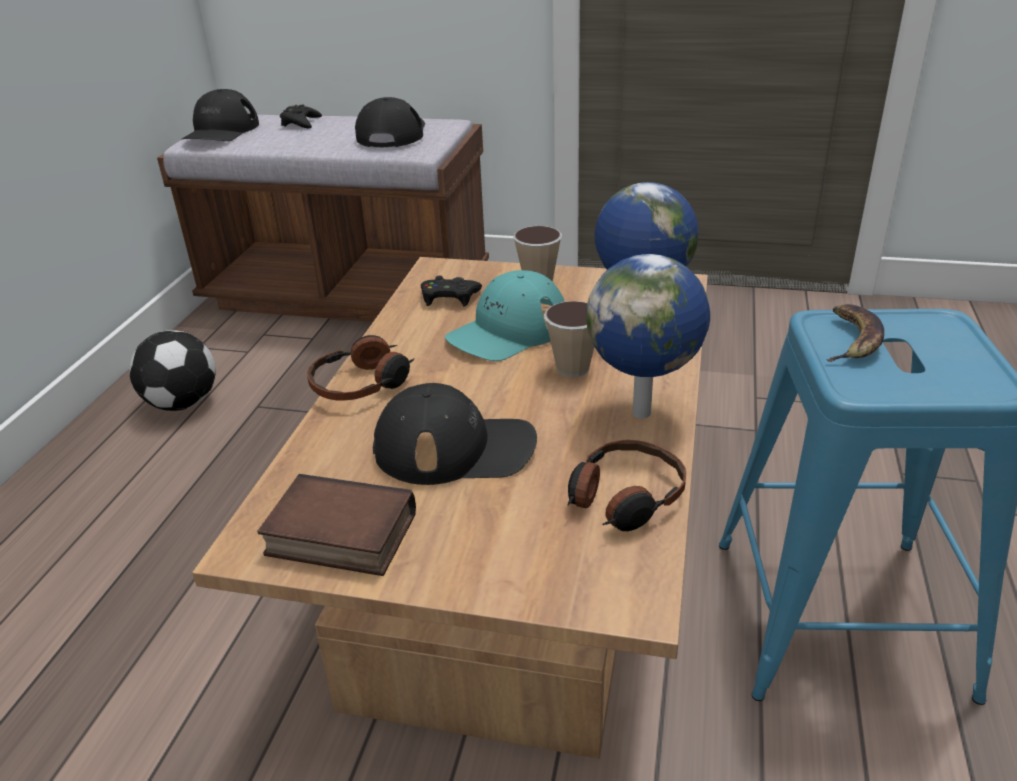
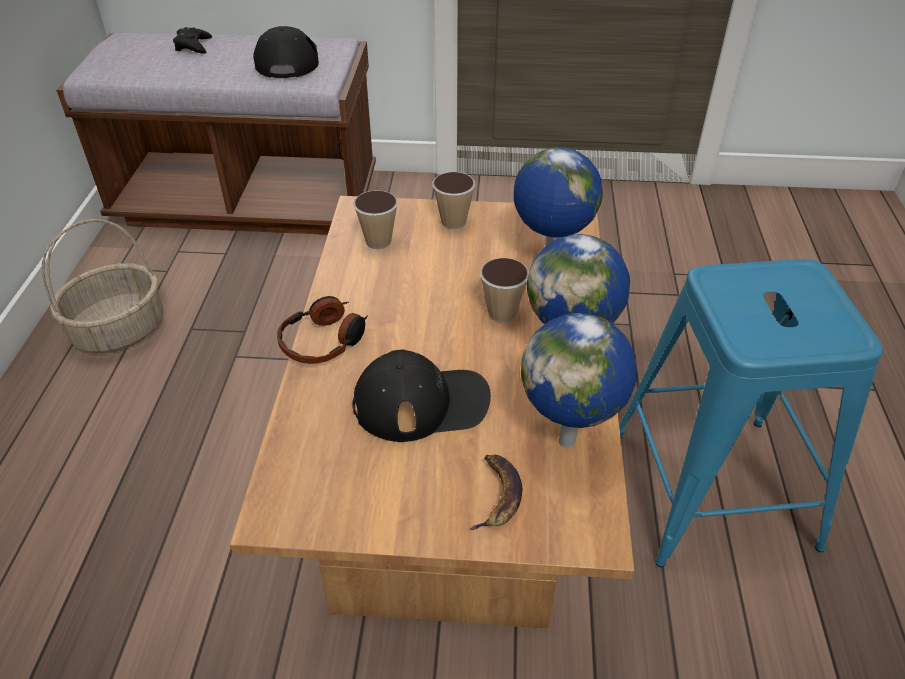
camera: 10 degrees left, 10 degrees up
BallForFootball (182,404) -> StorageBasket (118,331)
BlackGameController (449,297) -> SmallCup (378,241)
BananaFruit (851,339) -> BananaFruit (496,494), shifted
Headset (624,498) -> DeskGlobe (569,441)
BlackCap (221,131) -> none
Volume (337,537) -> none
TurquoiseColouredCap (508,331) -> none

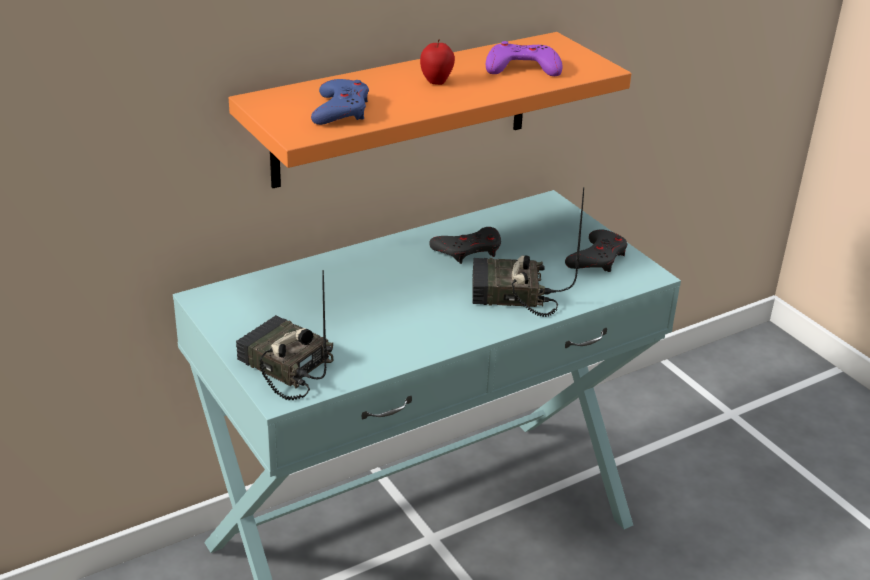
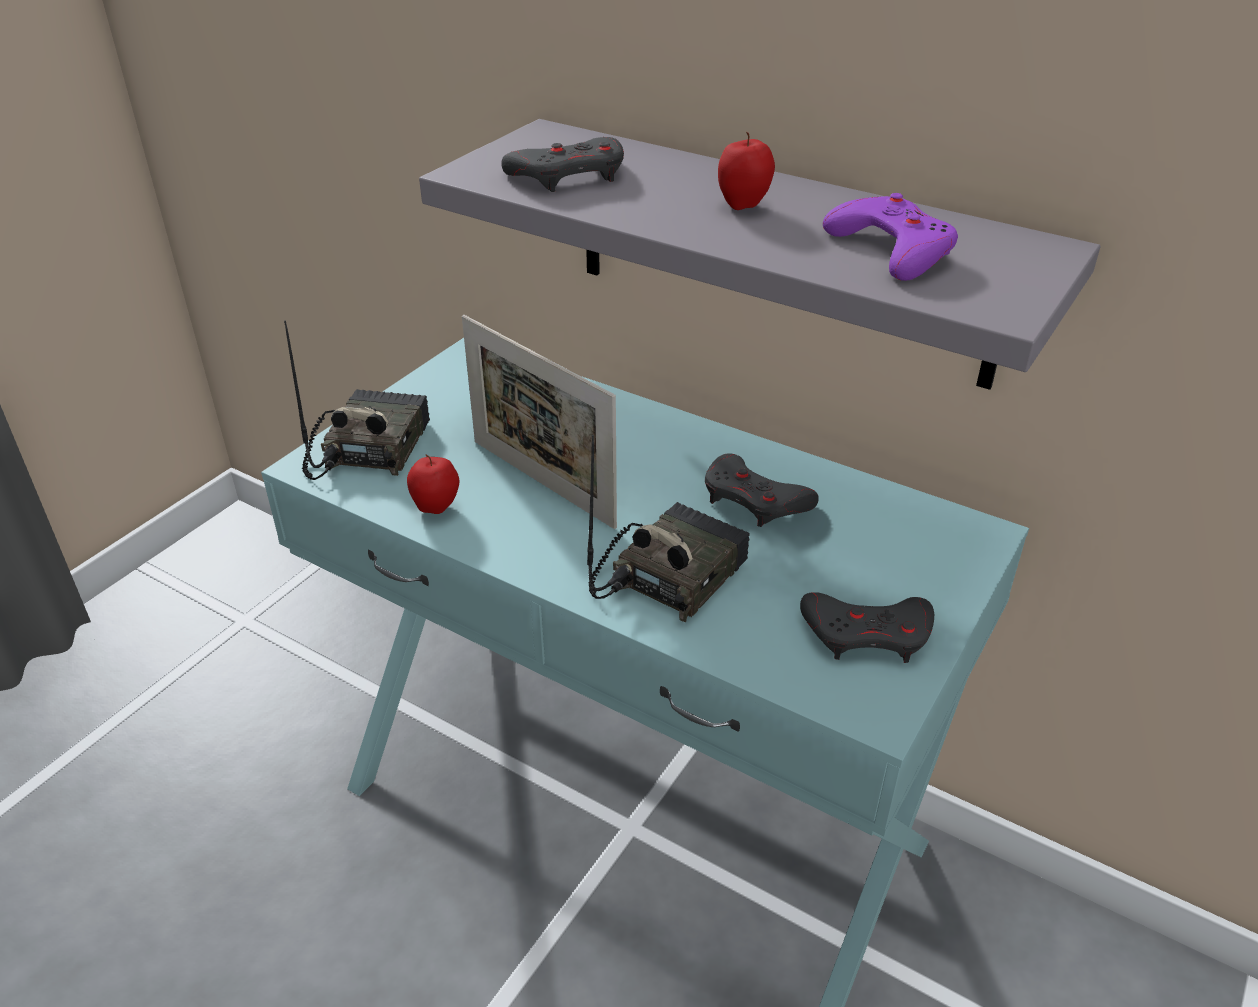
camera: 65 degrees right, 5 degrees up
none -> AppleFruit (436,508)
OrangeShelf (403,109) -> GreyishShelf (780,252)
none -> PhotoFrame (542,483)
BlueColouredGameController (341,110) -> GreyishGameController (569,175)
RadioReceiver (510,296) -> RadioReceiver (667,574), 60 degrees clockwise

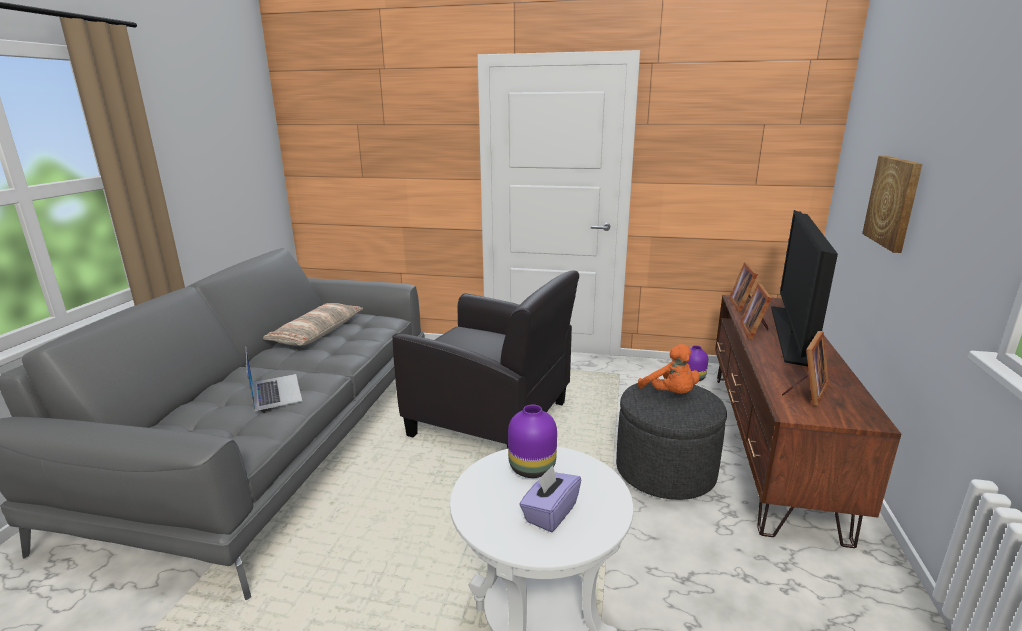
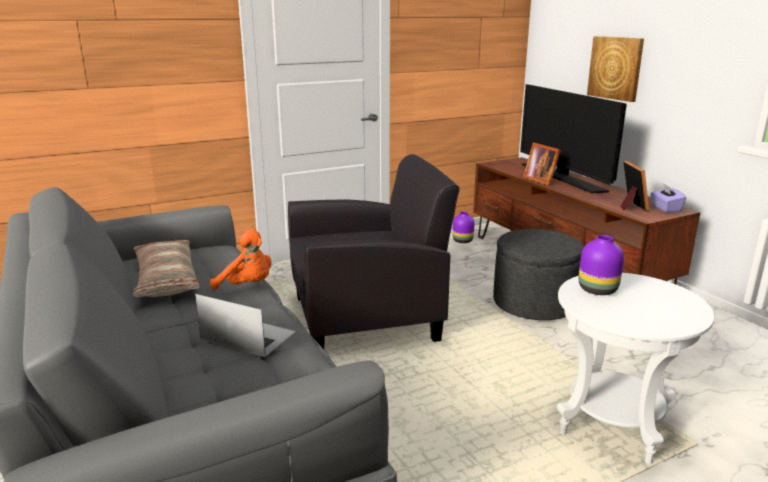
camera: 40 degrees left, 0 degrees up
OrangePlushToy (670,394) -> OrangePlushToy (247,286), shifted
PurpleBoxOfTissues (550,513) -> PurpleBoxOfTissues (665,208), shifted
PhotoFrame (743,305) -> none

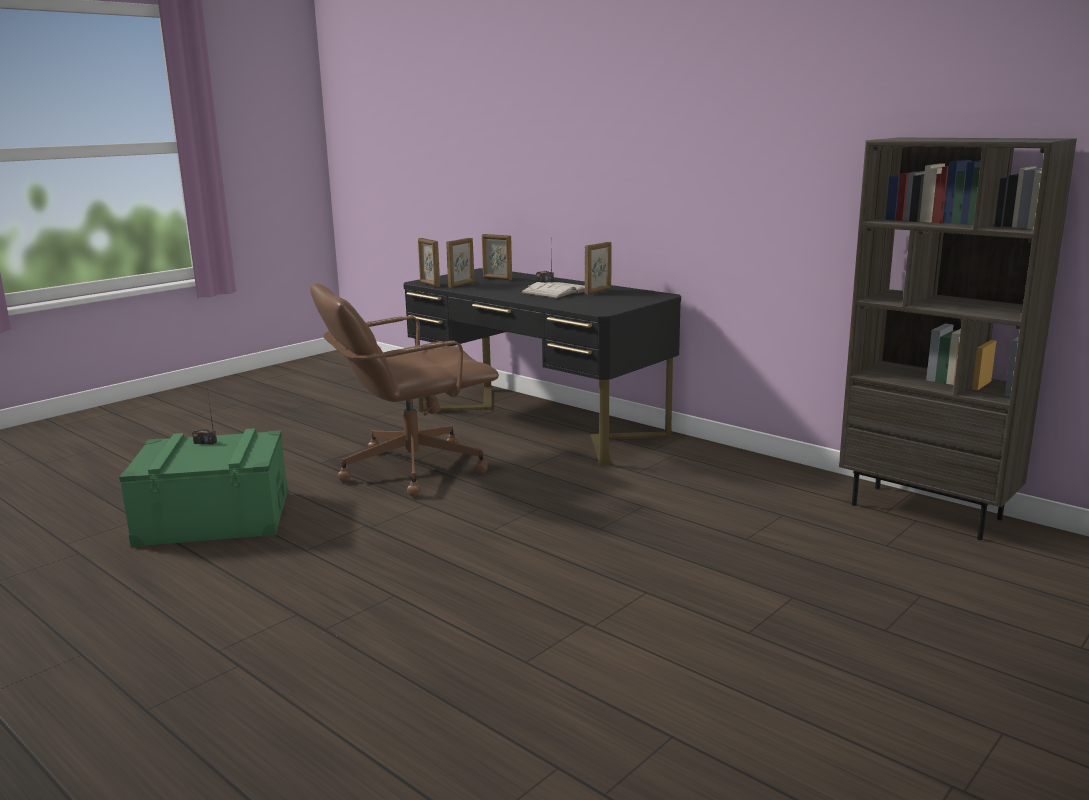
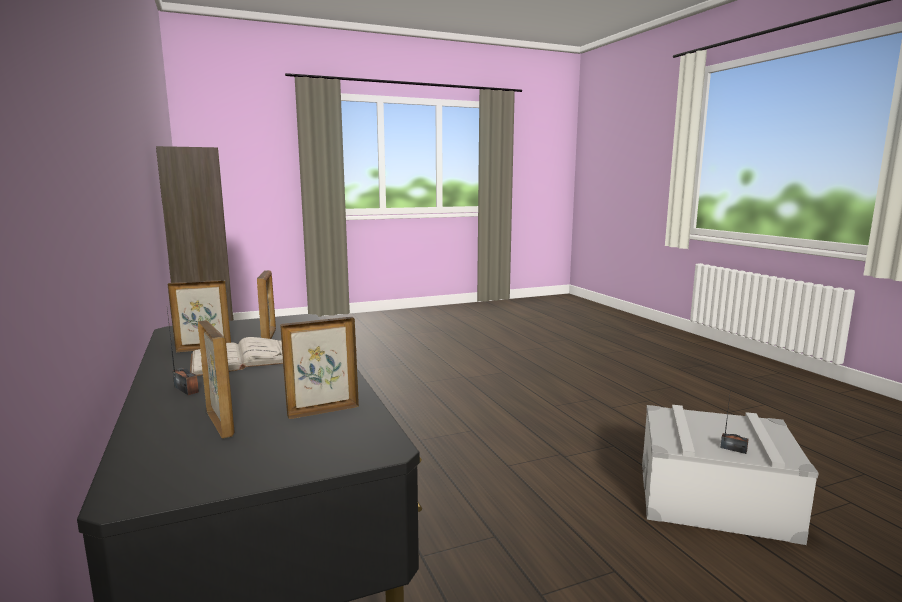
camera: 155 degrees left, 5 degrees down
PhotoFrame (429,284) -> PhotoFrame (269,337), shifted
GreenishStorageContainer (214,517) -> GreyishStorageContainer (713,499)
BrownDeskChair (410,468) -> none

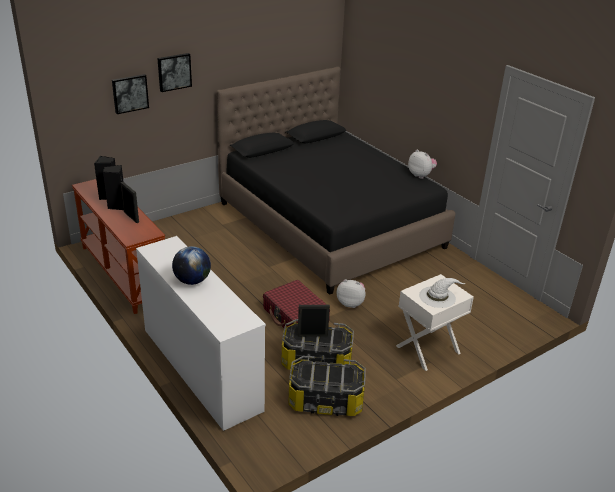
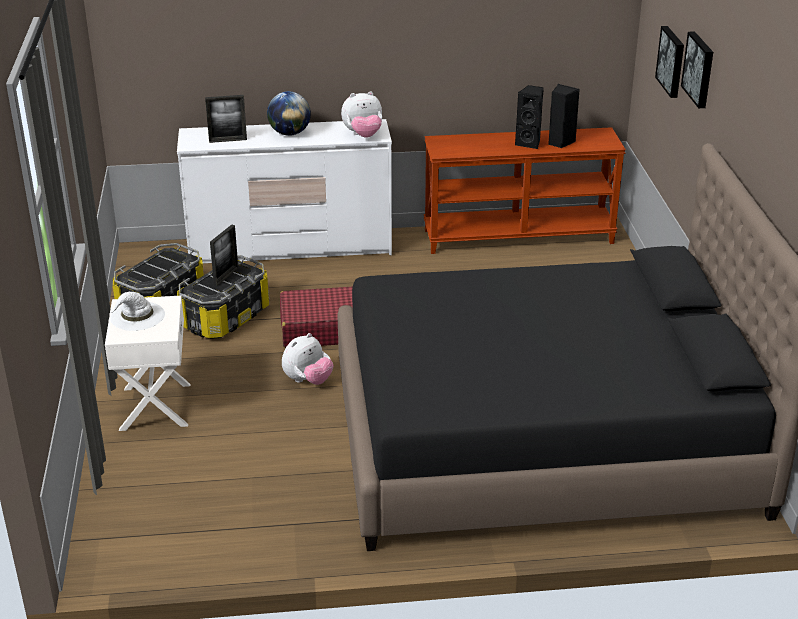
camera: 120 degrees right, 0 degrees up
PhotoFrame (131,217) -> PhotoFrame (228,140), shifted
PlushToy (421,175) -> PlushToy (363,135), shifted

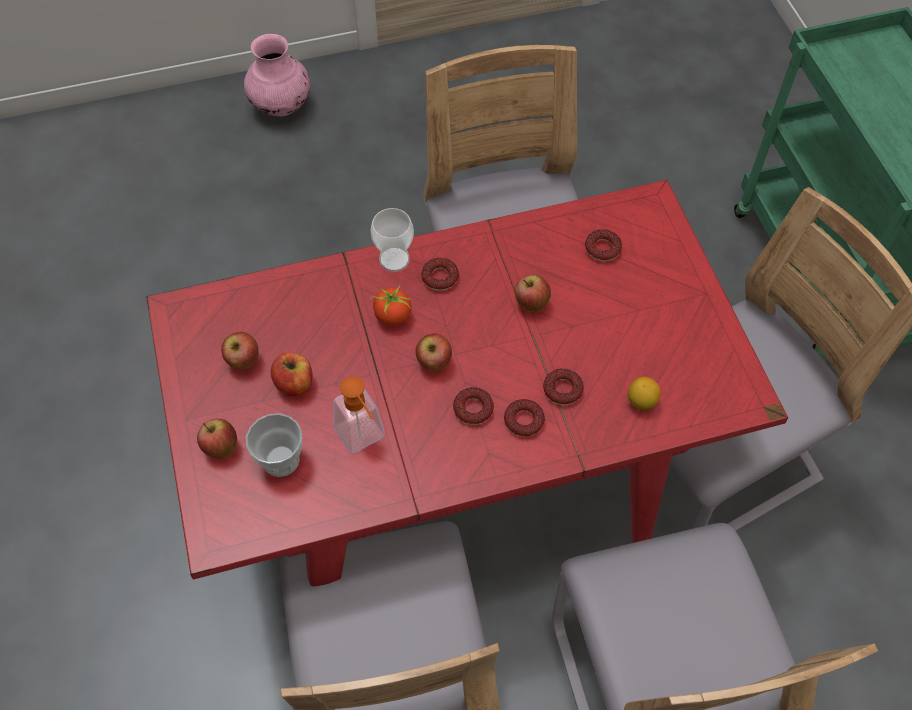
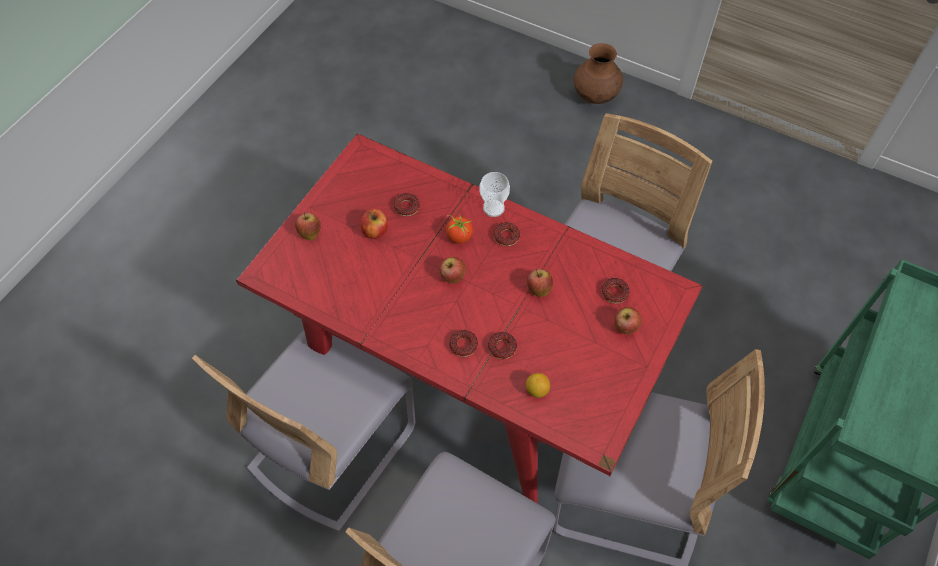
camera: 45 degrees right, 0 degrees up
Donut (473,409) -> Donut (406,207), shifted
PinkColouredDecorativeVase (281,106) -> BrownDecorativeVase (595,96)
AppleFruit (243,361) -> AppleFruit (625,327), shifted
SmallCup (281,460) -> none
SoapBottle (364,439) -> none

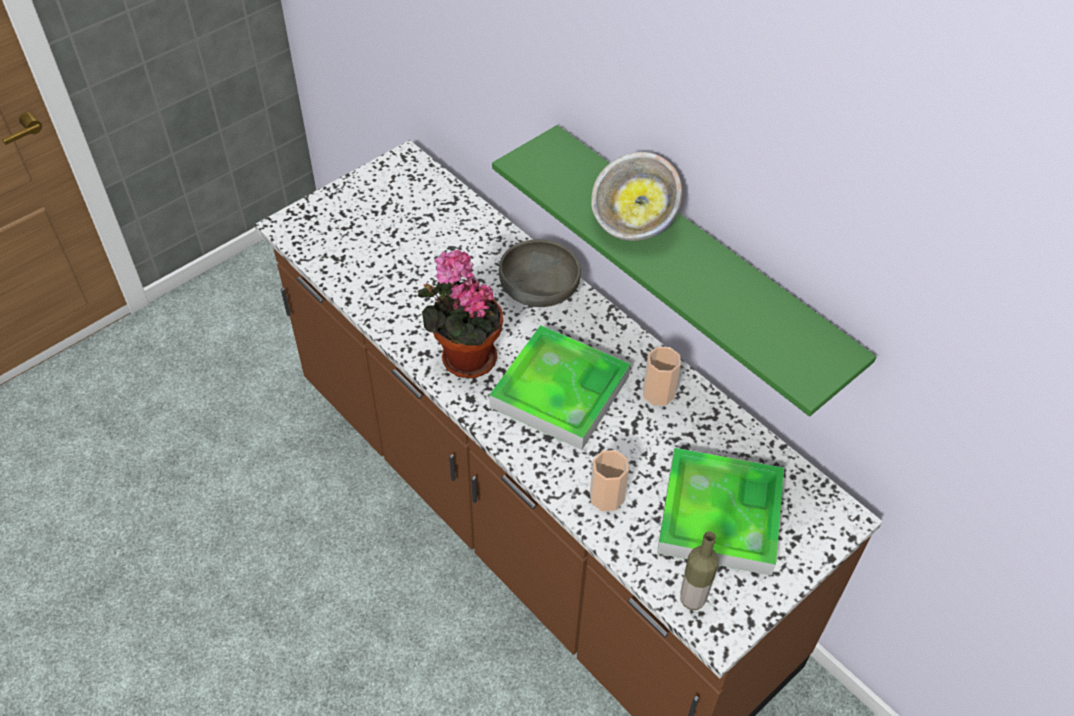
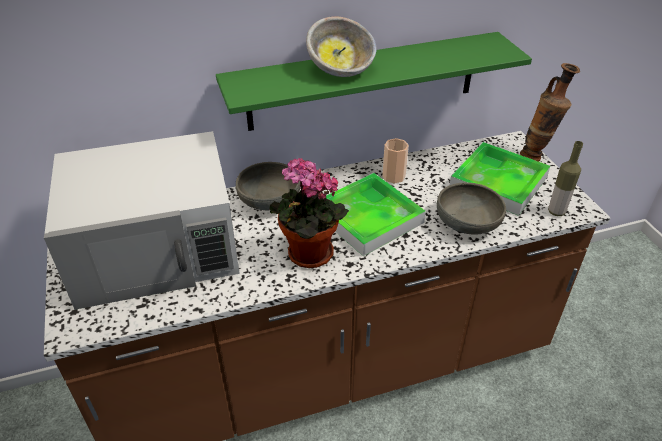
camera: 65 degrees left, 10 degrees down
none -> WhiteColouredMicrowaveOven (157,248)
SmallCup (606,496) -> GreyishServingBowl (467,223)
none -> DecorativeVase (537,157)

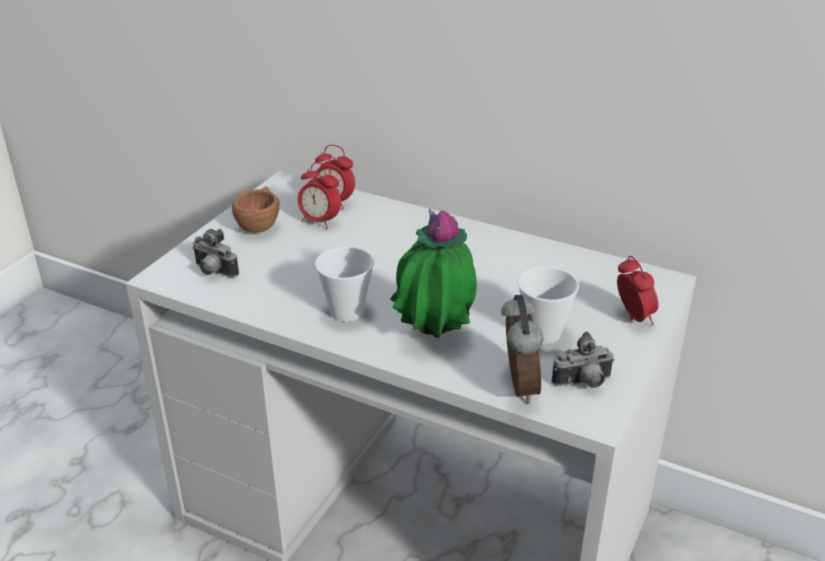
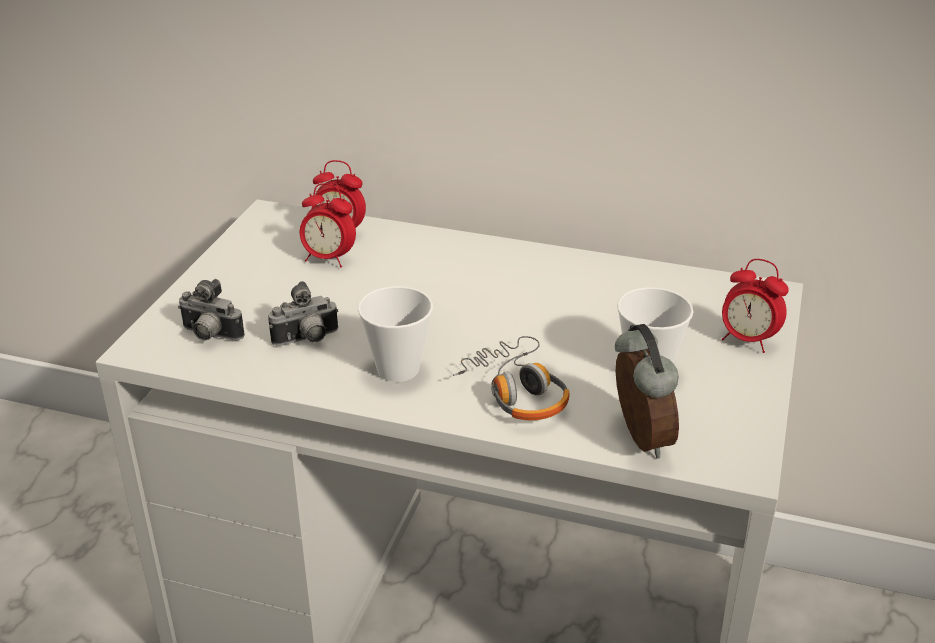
camera: 10 degrees left, 0 degrees up
StillCamera (583,383) -> StillCamera (307,340), shifted
PlantInAPot (434,339) -> Headset (517,391)
AlarmClock (633,318) -> AlarmClock (747,340), 150 degrees clockwise
BrownSmallCup (260,224) -> none

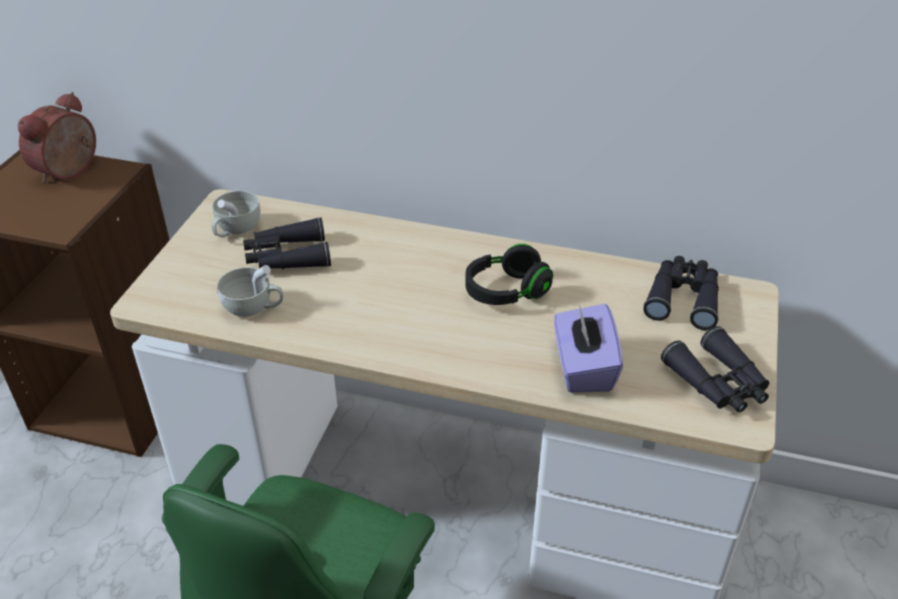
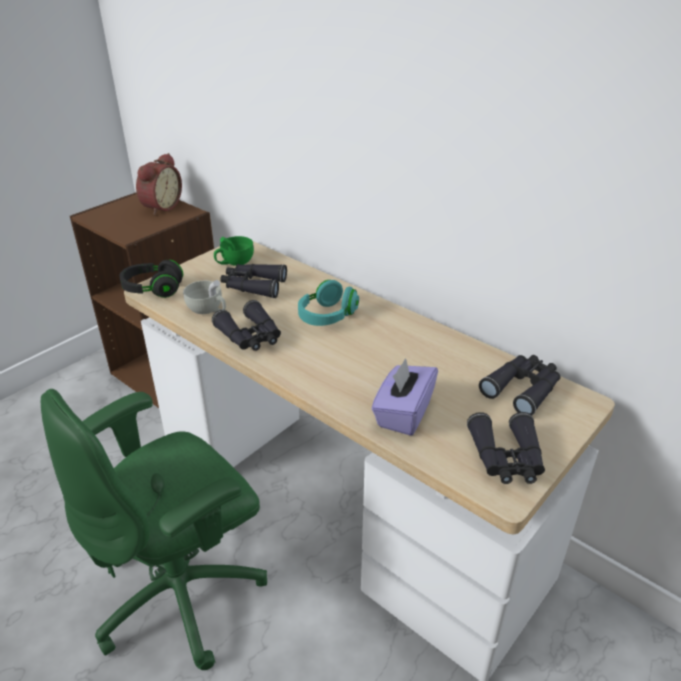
camera: 25 degrees right, 5 degrees down
BlackHeadset (506,291) -> BlackHeadset (153,290), shifted
AlarmClock (70,172) -> AlarmClock (160,207), 150 degrees clockwise
none -> BlackFieldGlasses (251,336)
WhiteColouredSmallCup (235,229) -> GreenishSmallCup (234,262)
none -> TurquoiseColouredHeadset (327,316)

